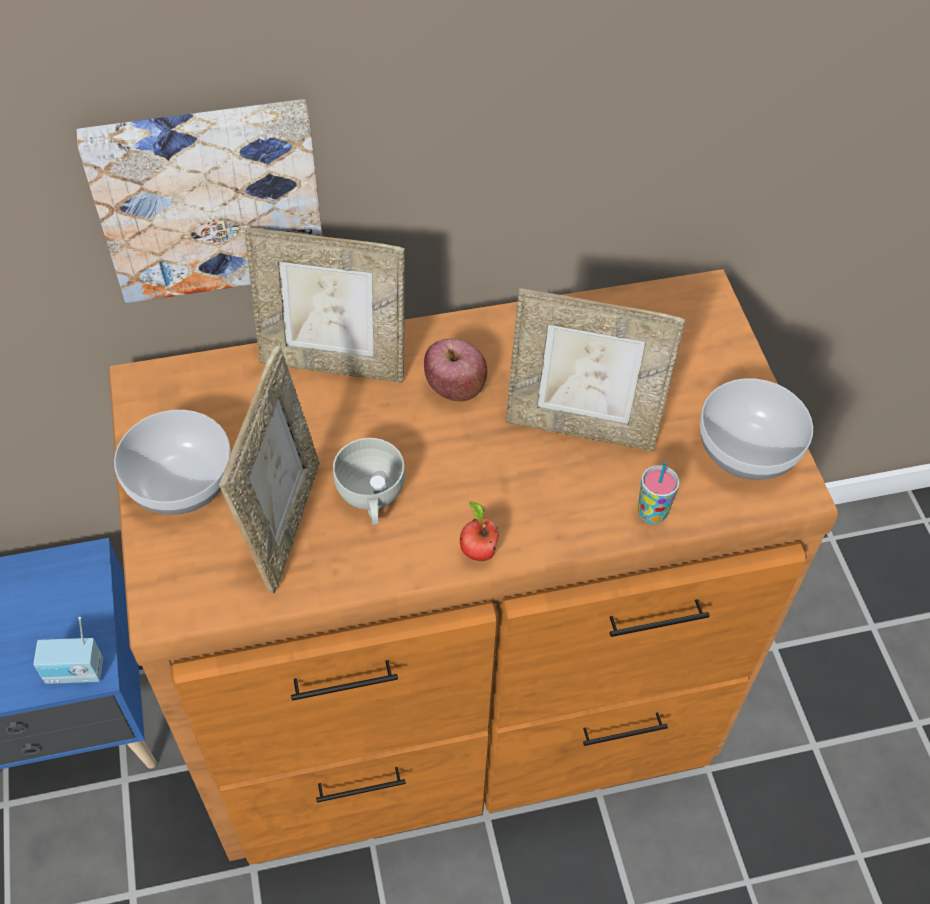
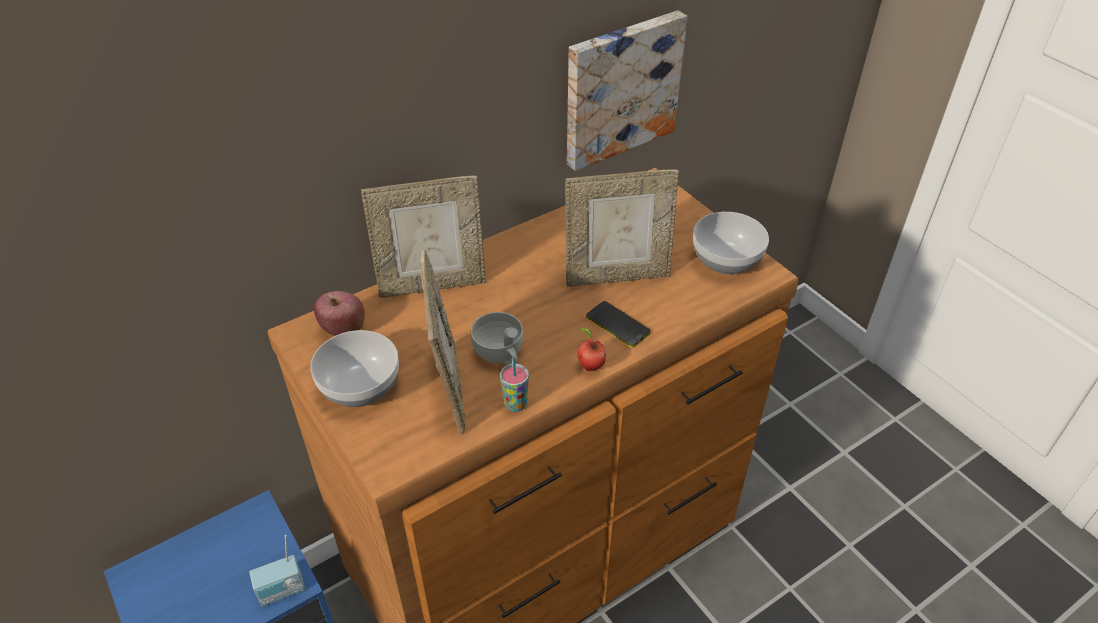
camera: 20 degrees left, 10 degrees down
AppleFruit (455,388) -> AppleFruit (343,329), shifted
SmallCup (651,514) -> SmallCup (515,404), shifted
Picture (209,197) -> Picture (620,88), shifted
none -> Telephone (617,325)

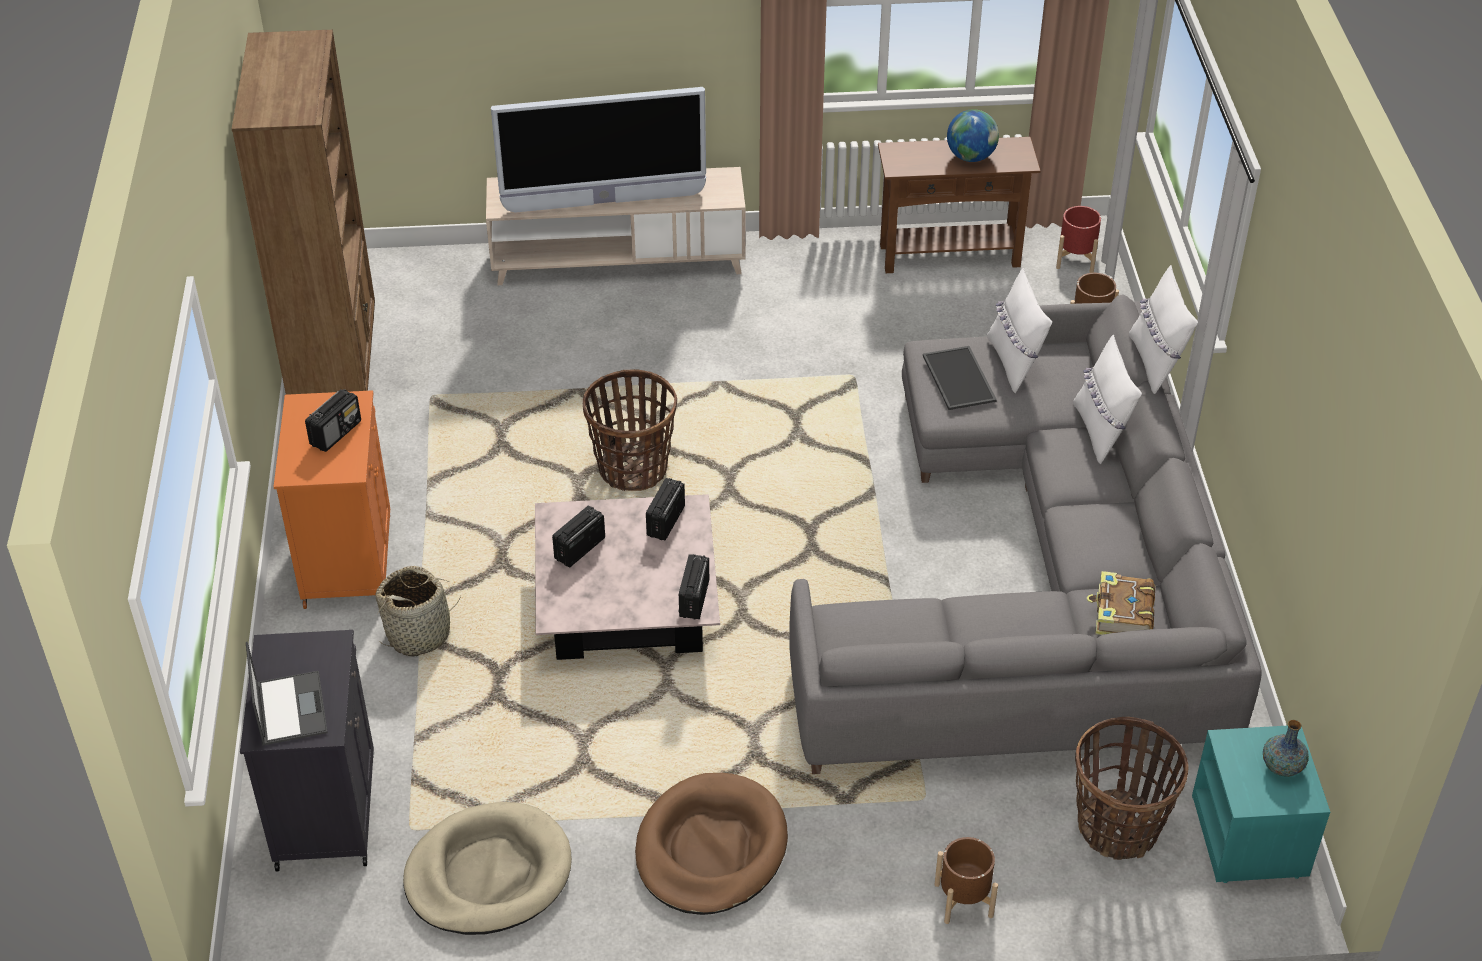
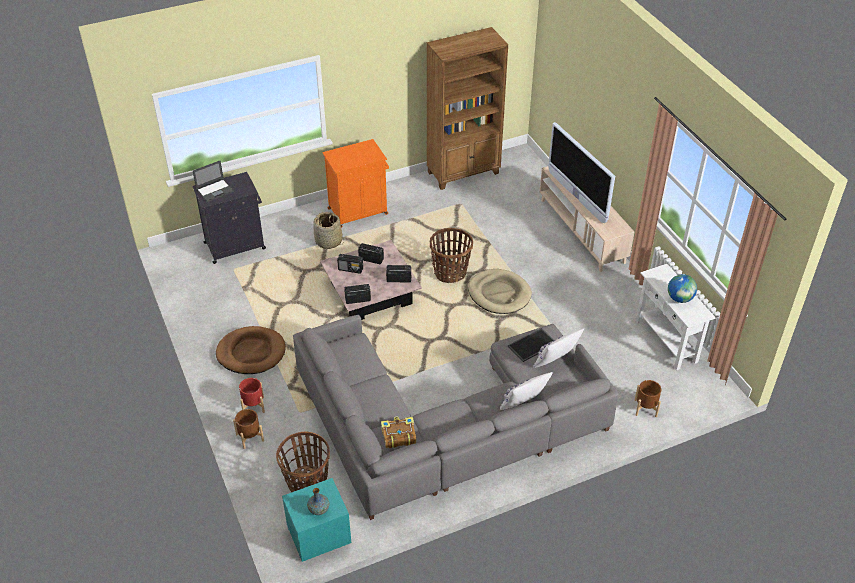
camera: 70 degrees right, 0 degrees up
RedColouredFlowerPot (1076,259) -> RedColouredFlowerPot (253,406), shifted
RadioReceiver (336,433) -> RadioReceiver (351,269), shifted
BeigeColouredDogCushion (488,874) -> BeigeColouredDogCushion (499,294), shifted
BrownConsoleTable (949,255) -> WhiteColouredConsoleTable (666,341)
WhiteColouredPillow (1155,362) -> none

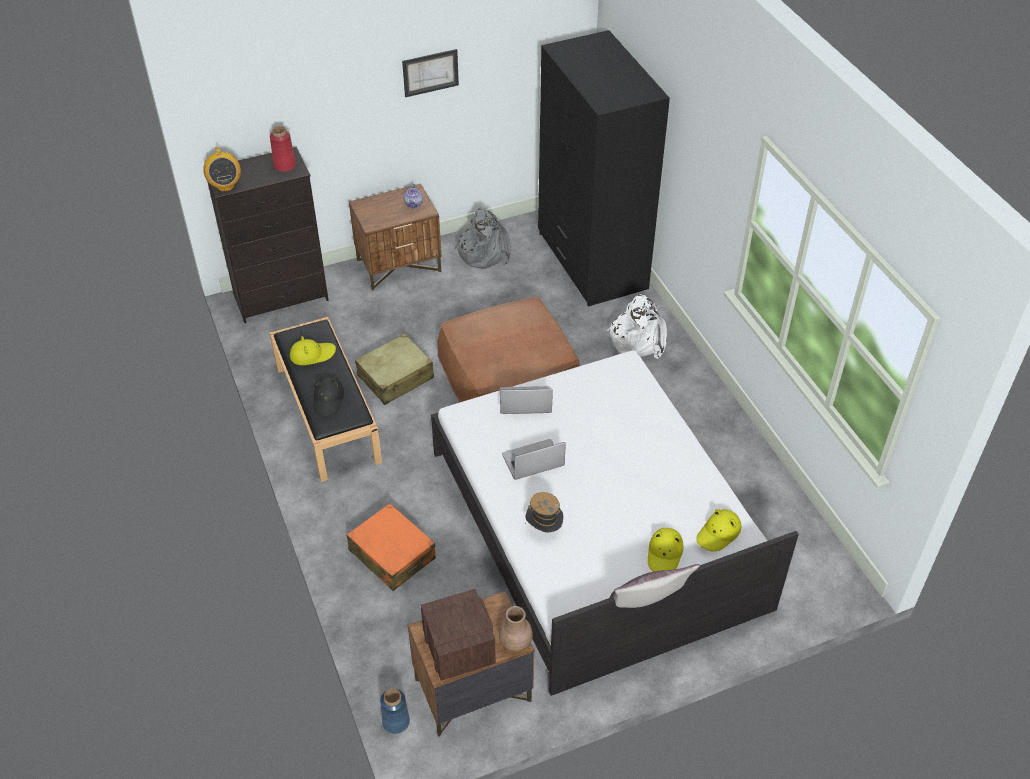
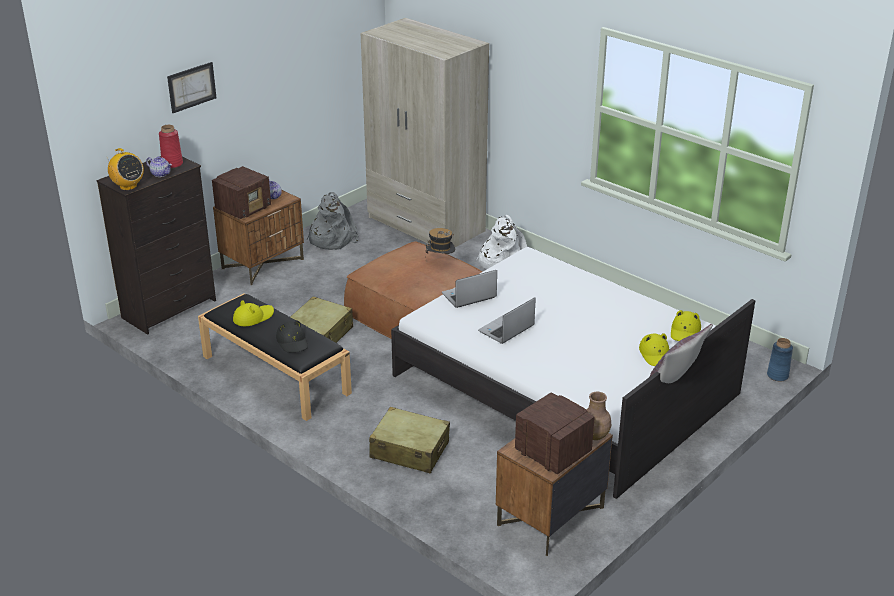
camera: 25 degrees left, 15 degrees down
none -> Teapot (161,174)
Picture (430,72) -> Picture (191,87), shifted
none -> RadioReceiver (244,208)
BlackWardrobe (591,261) -> BeigeColouredWardrobe (425,225)
OrangeSuitcase (392,554) -> BeigeColouredSuitcase (409,450)
Hat (544,529) -> Hat (440,261), shifted
BlueColouredDecorativeVase (396,722) -> BlueColouredDecorativeVase (777,375), shifted

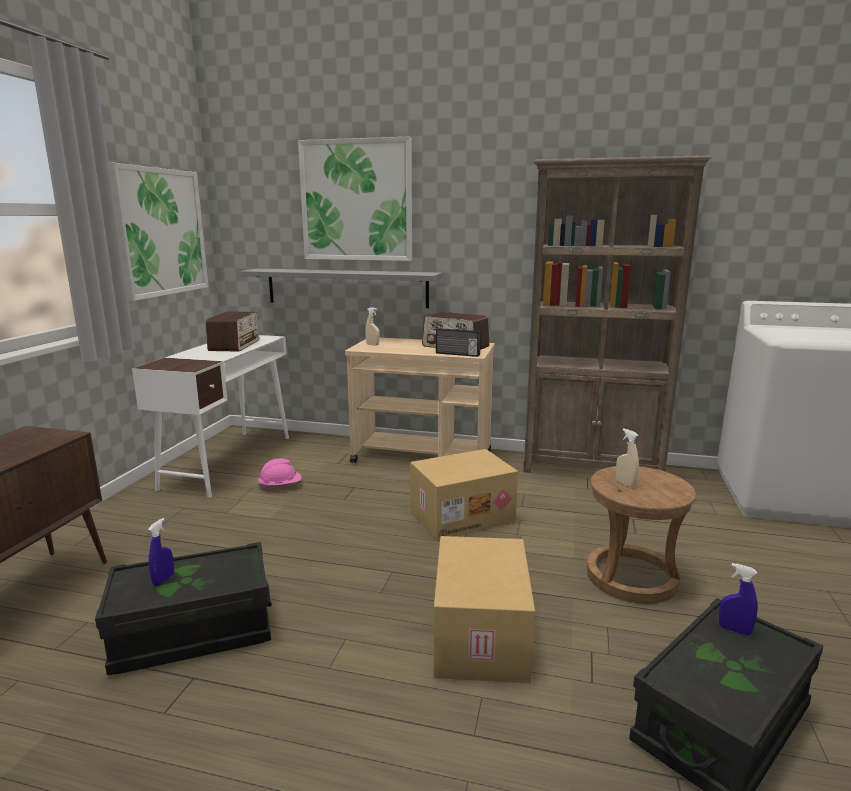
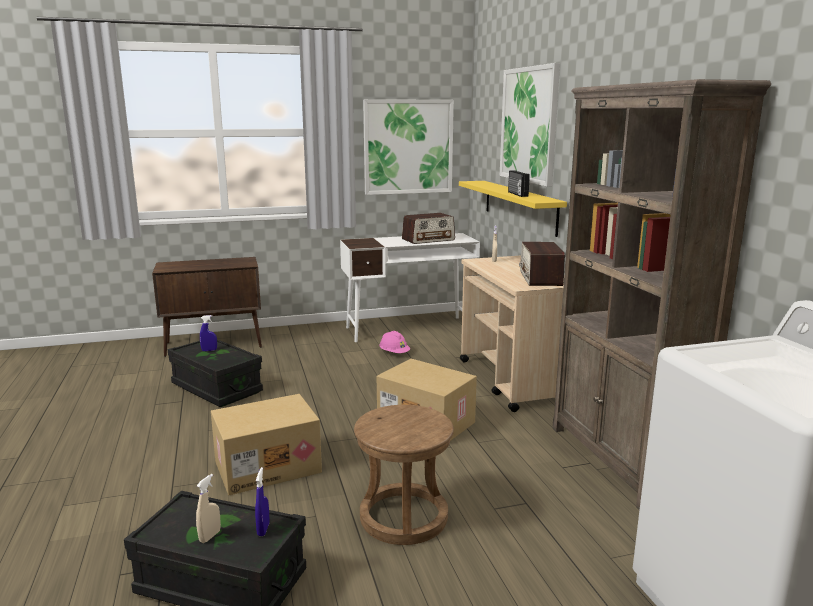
camera: 60 degrees right, 0 degrees up
BeigeColouredSprayer (625,484) -> BeigeColouredSprayer (210,536), shifted
GreyishShelf (346,287) -> YellowishShelf (519,206)
RadioReceiver (457,354) -> RadioReceiver (517,194), shifted

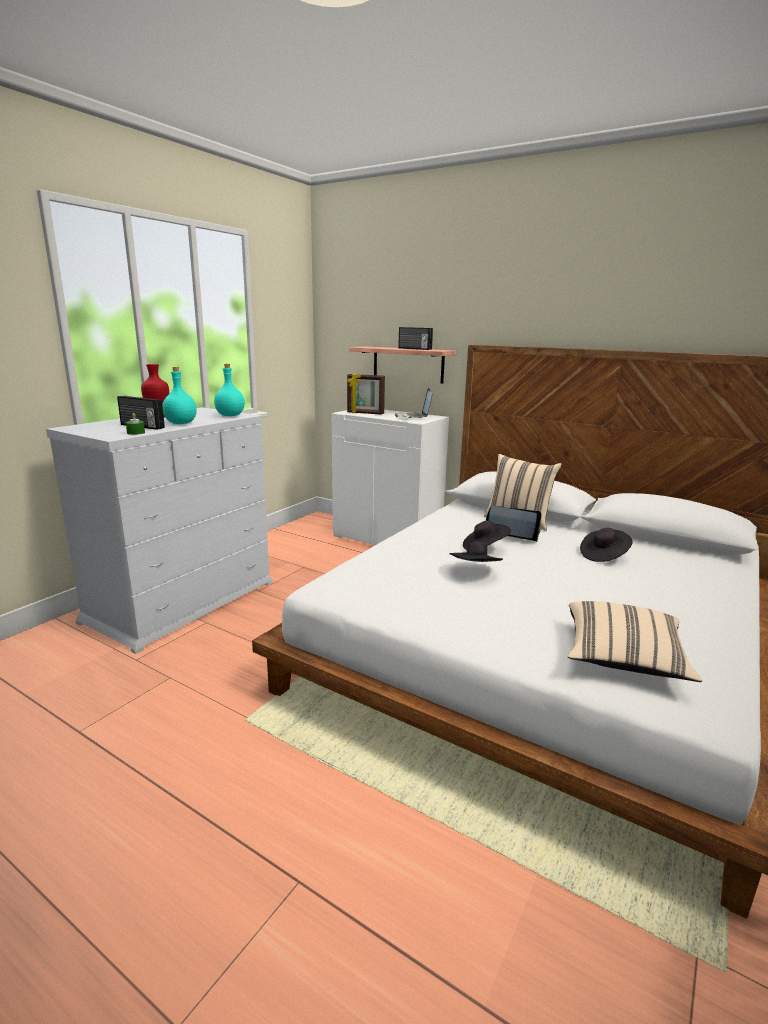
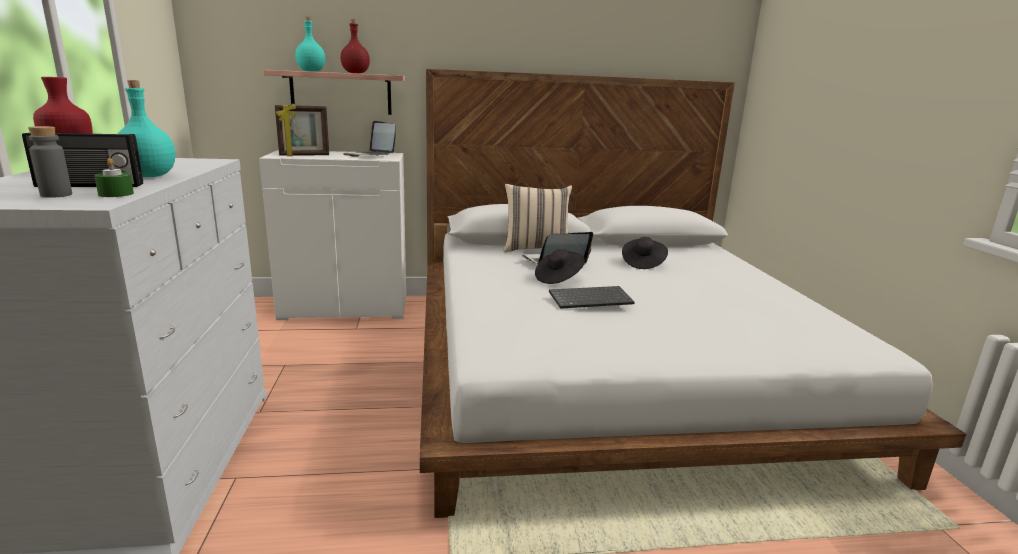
camera: 40 degrees left, 0 degrees up
none -> GreyishBottle (56,195)
TurquoiseColouredBottle (230,415) -> TurquoiseColouredBottle (312,71), shifted
RadioReceiver (414,349) -> RedColouredBottle (356,73)
BlackHat (475,570) -> ComputerKeyboard (591,299)
BeigeColouredPillow (623,658) -> none

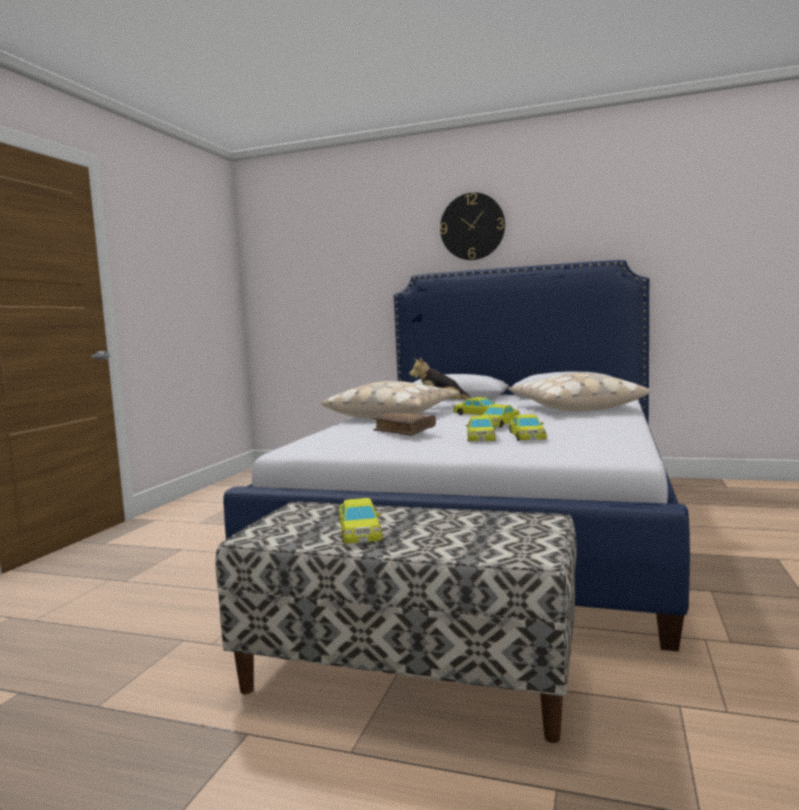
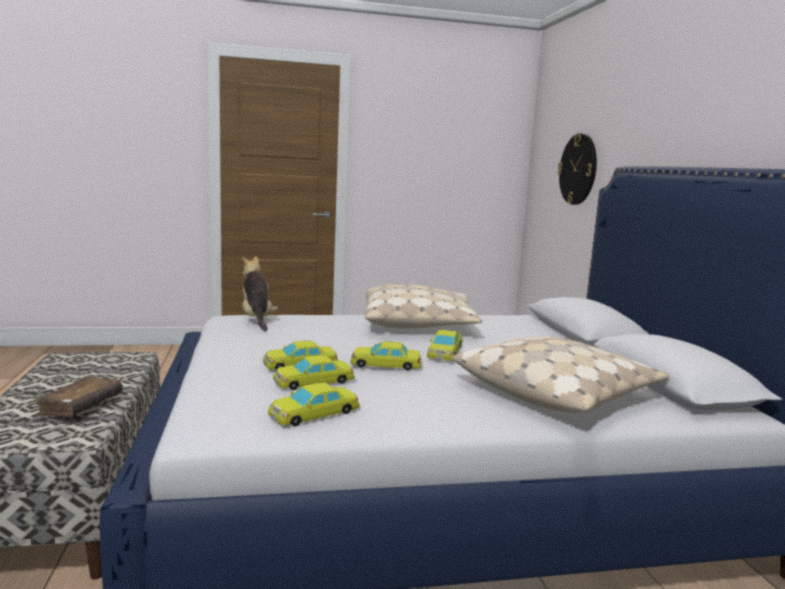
camera: 60 degrees right, 5 degrees up
BrownVolume (404,431) -> BrownVolume (80,406), shifted
PlushToy (442,406) -> PlushToy (257,319), shifted
YellowishToyCar (359,530) -> YellowishToyCar (313,413), shifted
ClockOnTheWall (472,226) -> ClockOnTheWall (578,169), shifted

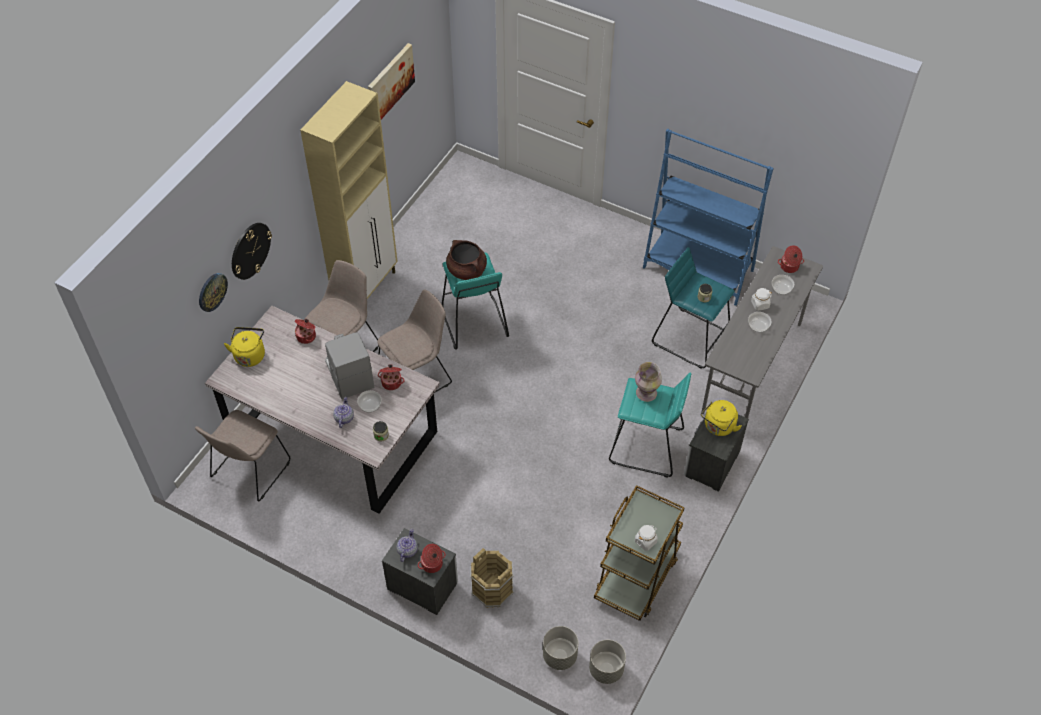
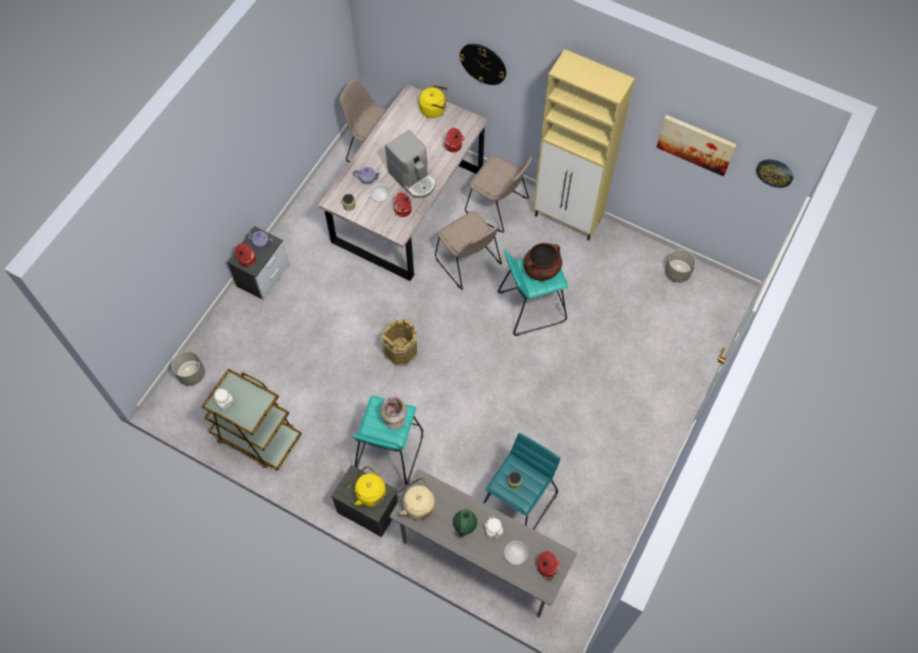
camera: 90 degrees right, 10 degrees up
BrownPail (492,588) -> BrownPail (401,351), shifted
CoffeeBrewer (348,373) -> CoffeeBrewer (413,179), 75 degrees clockwise
none -> BeigeColouredKettle (417,504)
ServingBowl (758,326) -> GreenishTeapot (464,525)
GreyishFlowerPot (606,669) -> GreyishFlowerPot (677,273), shifted
ClockOnTheWall (212,291) -> ClockOnTheWall (775,172), shifted
BlueColouredShelvingUnit (698,269) -> none

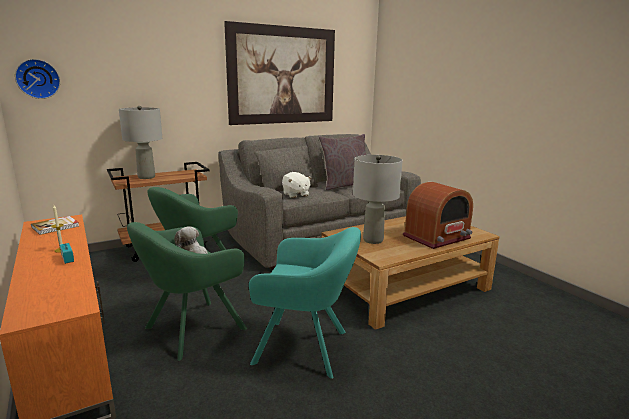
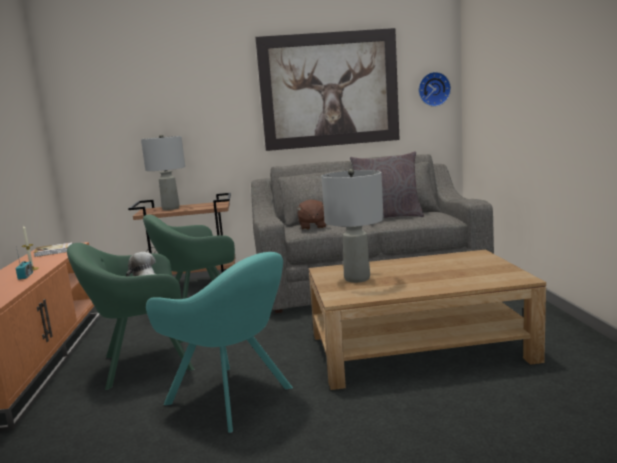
camera: 25 degrees right, 5 degrees down
WhiteColouredPlushToy (295,194) -> BrownPlushToy (312,226)
ClockOnTheWall (38,79) -> ClockOnTheWall (433,89), shifted
RadioReceiver (437,237) -> none

